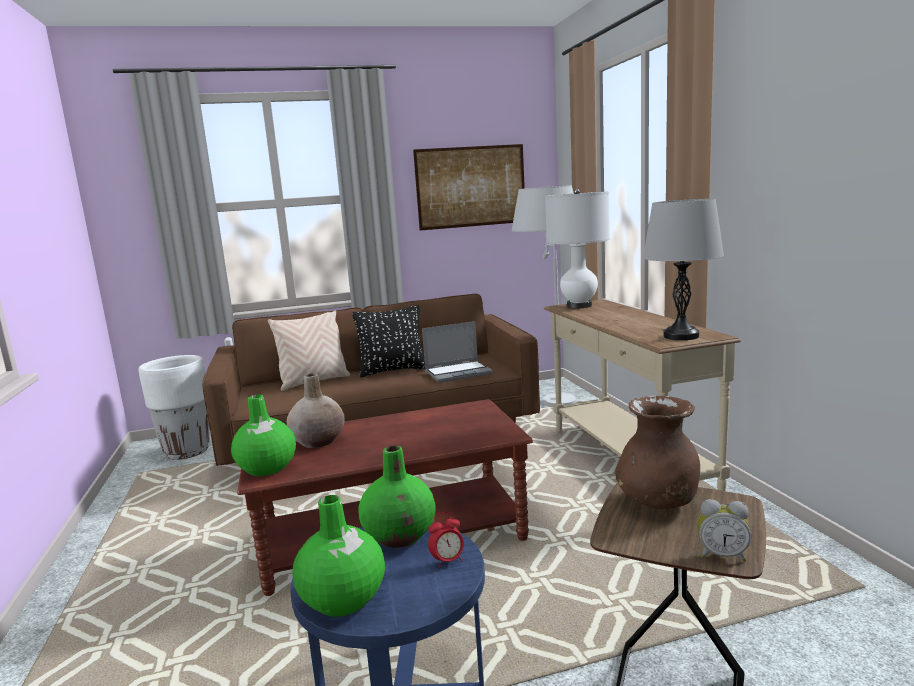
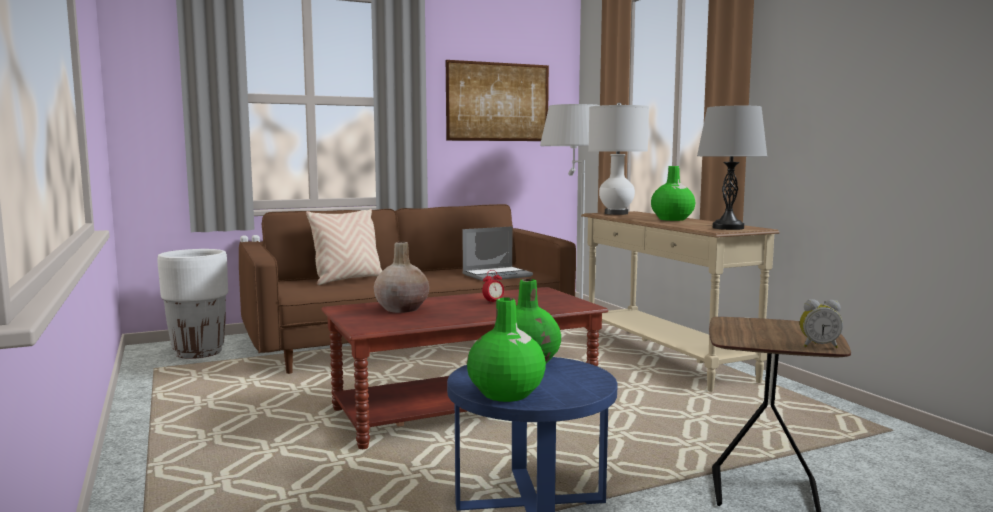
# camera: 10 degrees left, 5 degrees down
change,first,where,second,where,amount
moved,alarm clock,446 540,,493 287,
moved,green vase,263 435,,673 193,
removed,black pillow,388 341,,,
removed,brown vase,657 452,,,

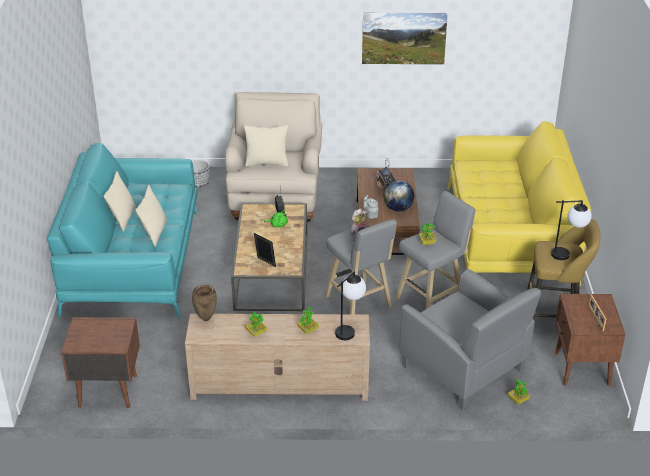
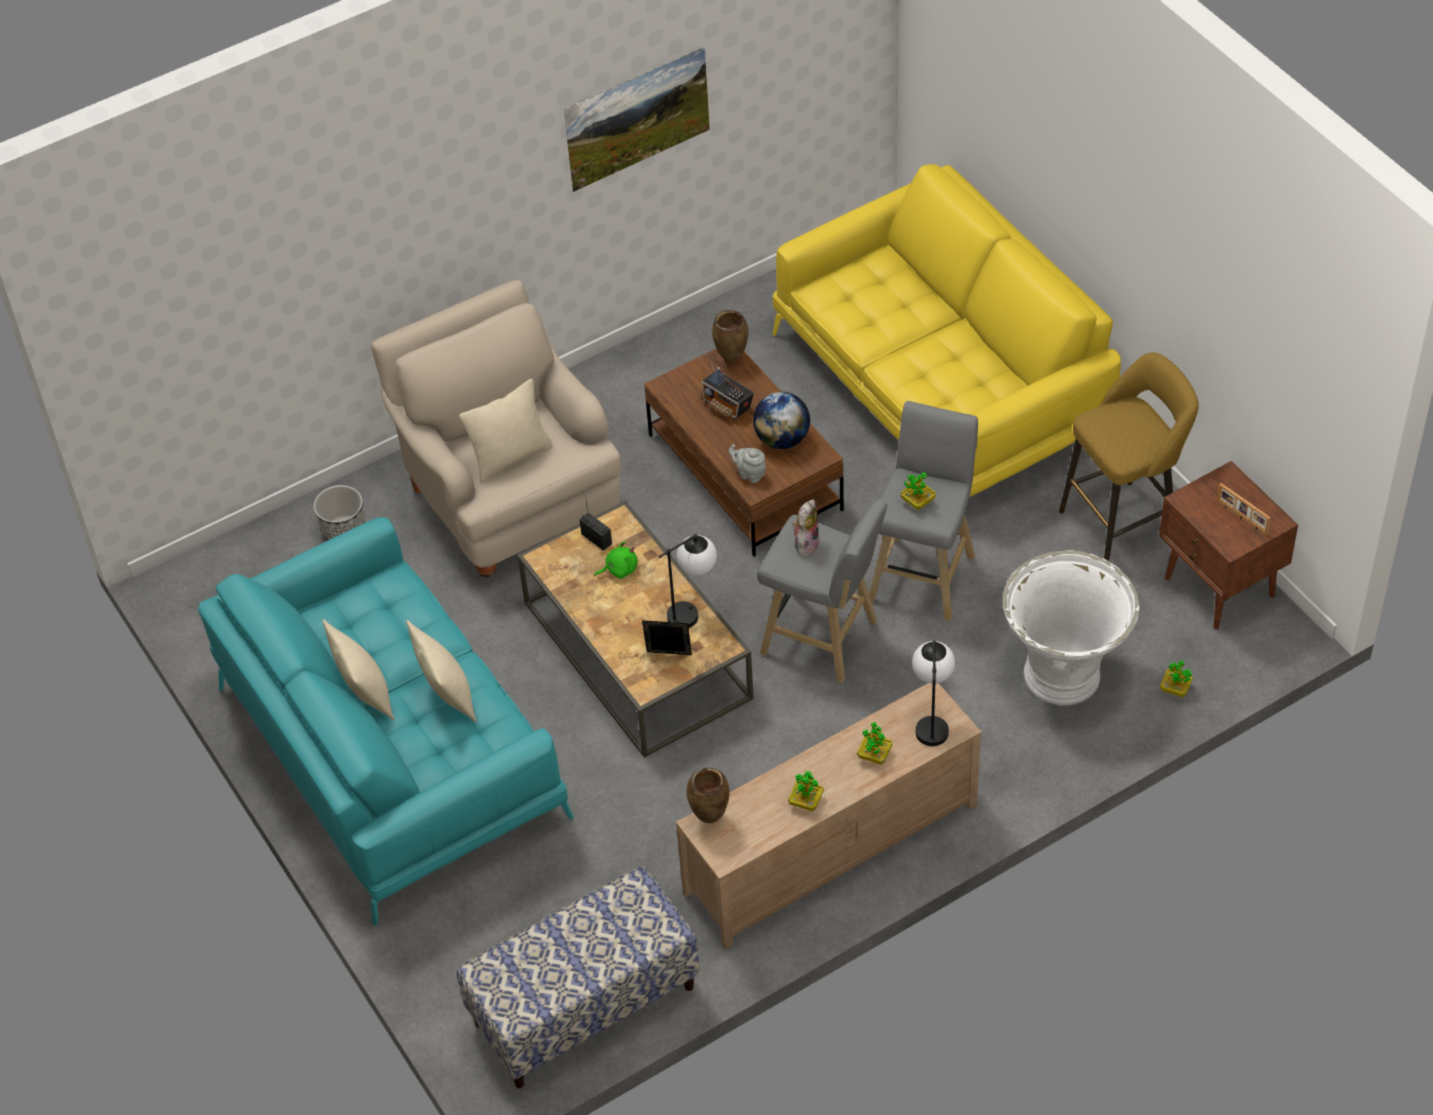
# camera: 30 degrees left, 15 degrees up
change,first,where,second,where,amount
replaced,brown nightstand,100 362,bench,578 977,
moved,table lamp,571 230,,687 581,
added,,,brown vase,730 336,
replaced,grey armchair,470 339,white planter,1071 627,

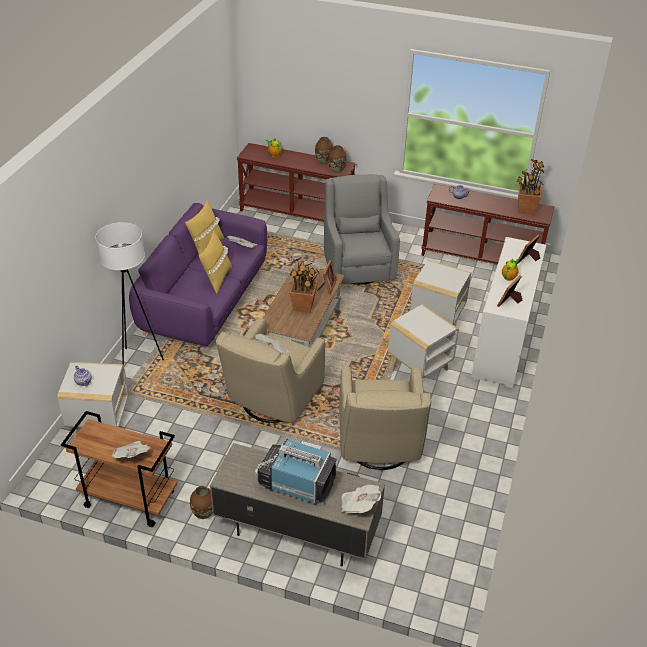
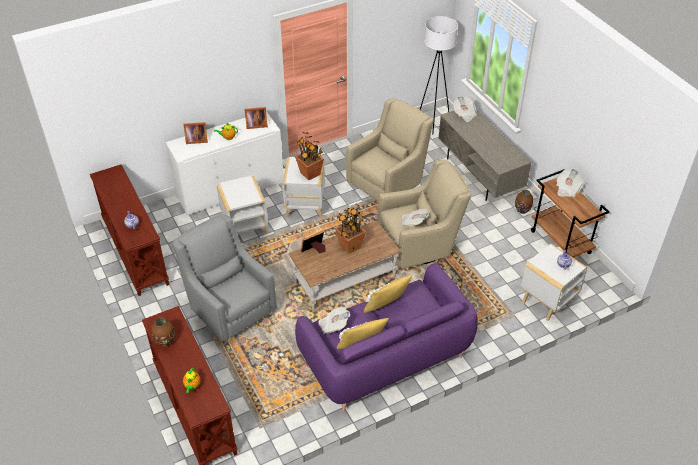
# camera: 135 degrees left, 5 degrees up
change,first,where,second,where,amount
turned,grey armchair,362 229,,225 278,105 degrees clockwise
moved,potted plant,530 186,,309 156,
moved,white floor lamp,129 293,,439 75,
removed,television,296 471,,,
removed,brown vase,337 159,,,

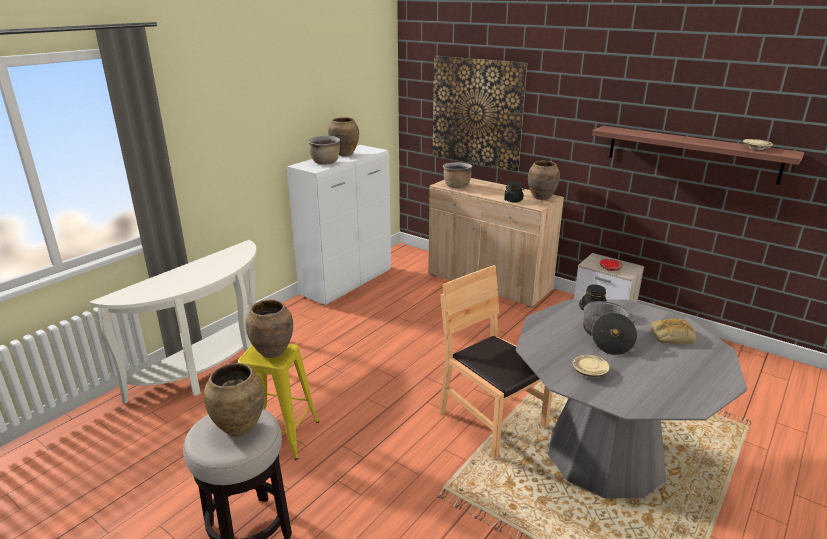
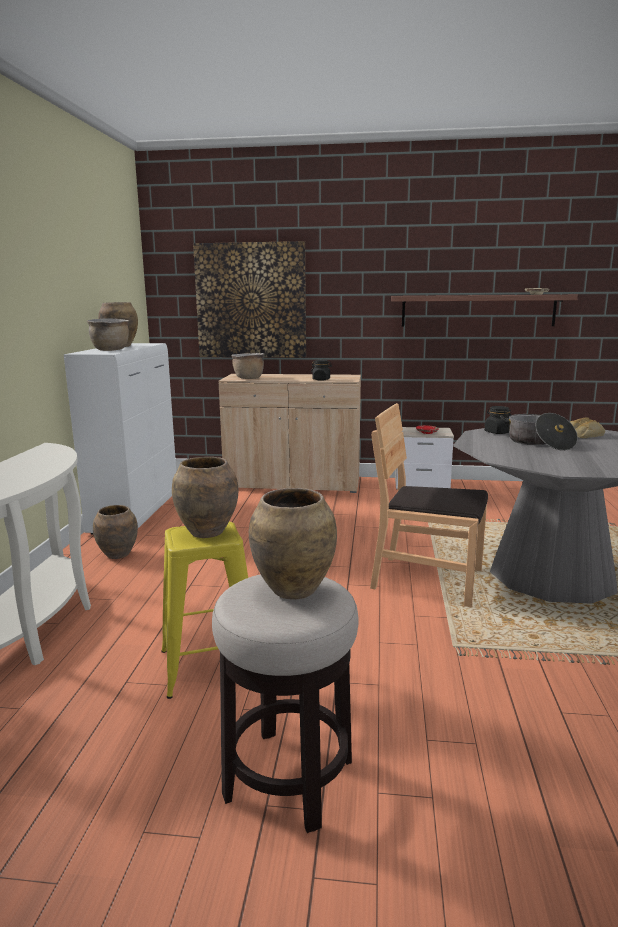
# camera: 30 degrees left, 10 degrees down
change,first,where,second,where,amount
moved,brown vase,544 180,,115 532,
removed,beige plate,591 366,,,

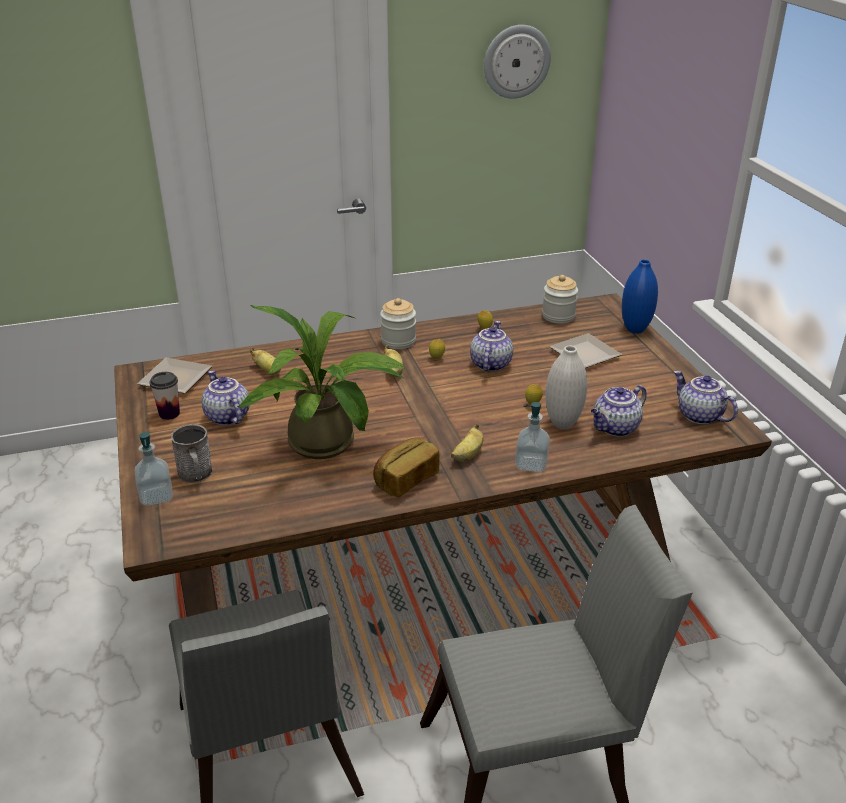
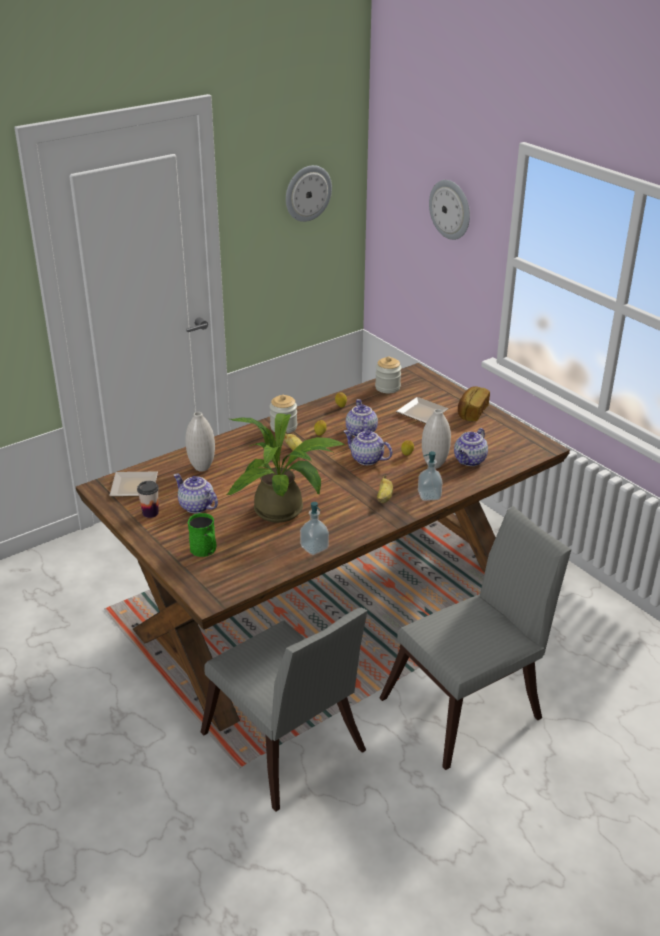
# camera: 20 degrees left, 0 degrees up
change,first,where,second,where,amount
replaced,banana,265 361,white vase,200 442,
recoloured,grey mug,192 453,green mug,202 535,
moved,soap dispenser,154 469,,314 528,
moved,teapot,706 397,,368 447,
added,,,wall clock,449 210,
moved,bread,406 467,,474 403,
removed,blue vase,640 296,,,

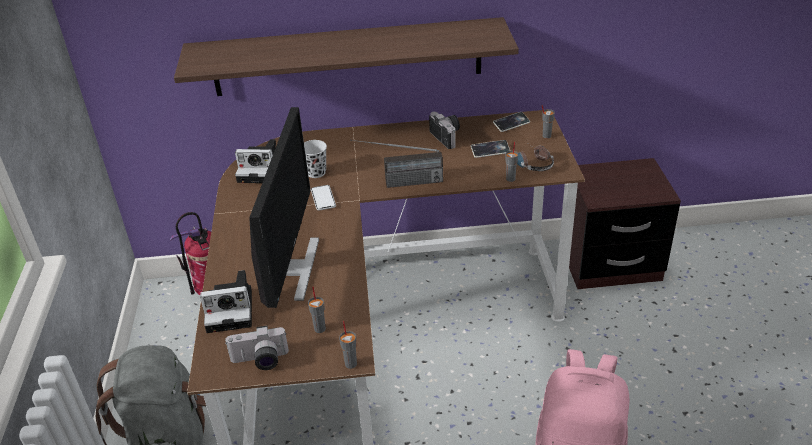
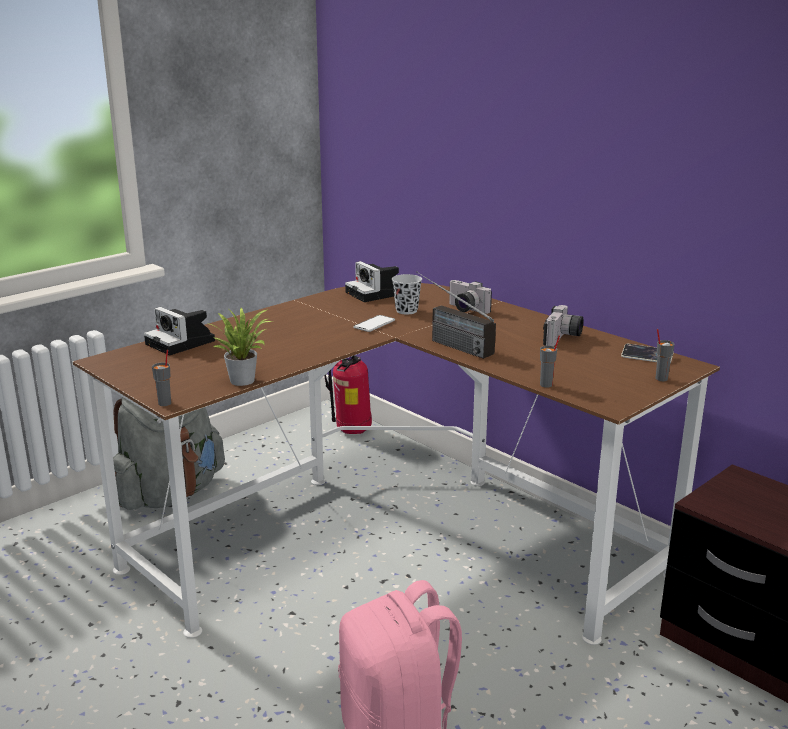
# camera: 50 degrees right, 15 degrees down
change,first,where,second,where,amount
added,,,potted plant,239 347,
moved,photo camera,257 348,,470 297,
removed,shelf,346 56,,,
removed,monitor,284 207,,,
removed,grey cup,317 310,,,
removed,phone,490 149,,,
removed,headphones,535 156,,,

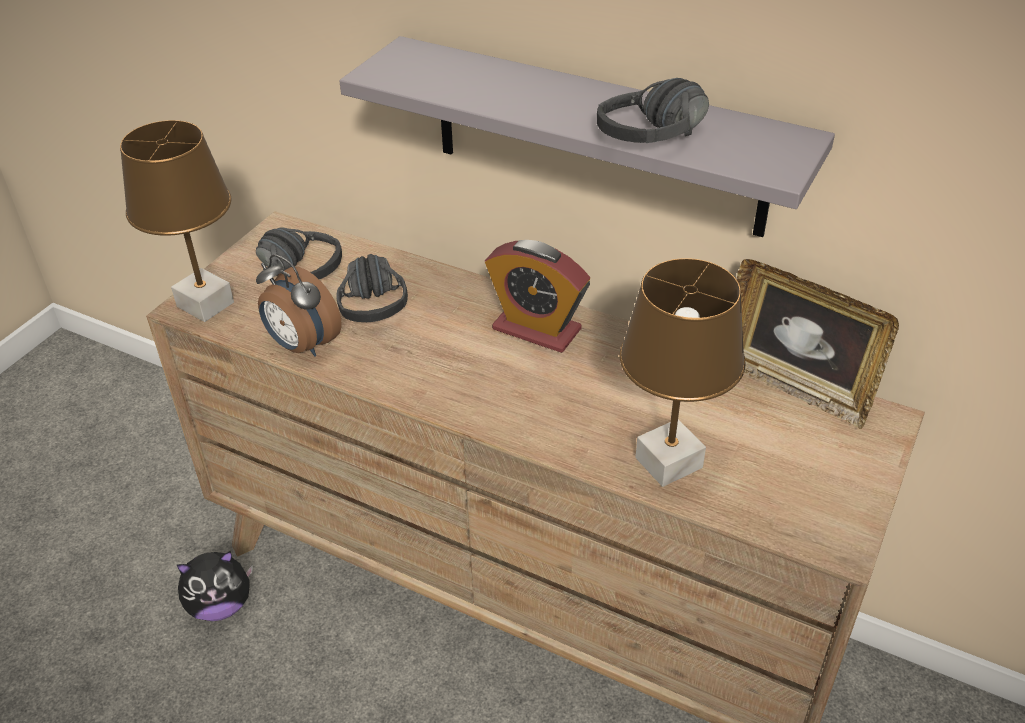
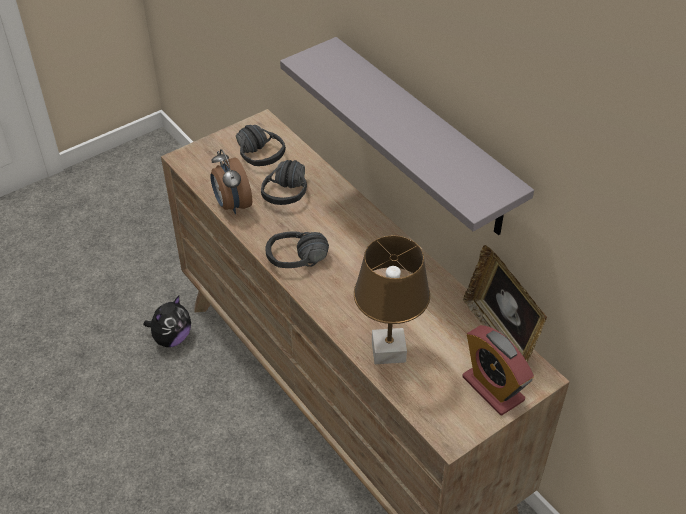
# camera: 25 degrees right, 5 degrees up
change,first,where,second,where,amount
turned,plush toy,215 586,,167 321,60 degrees counterclockwise
moved,black headphones,653 110,,297 250,
moved,alarm clock,537 296,,498 370,
removed,brown table lamp,177 221,,,

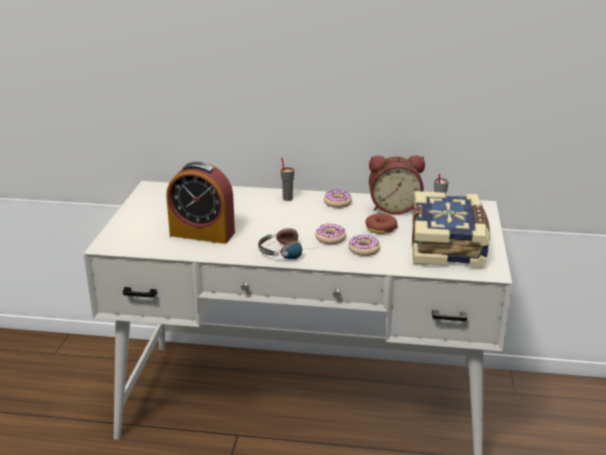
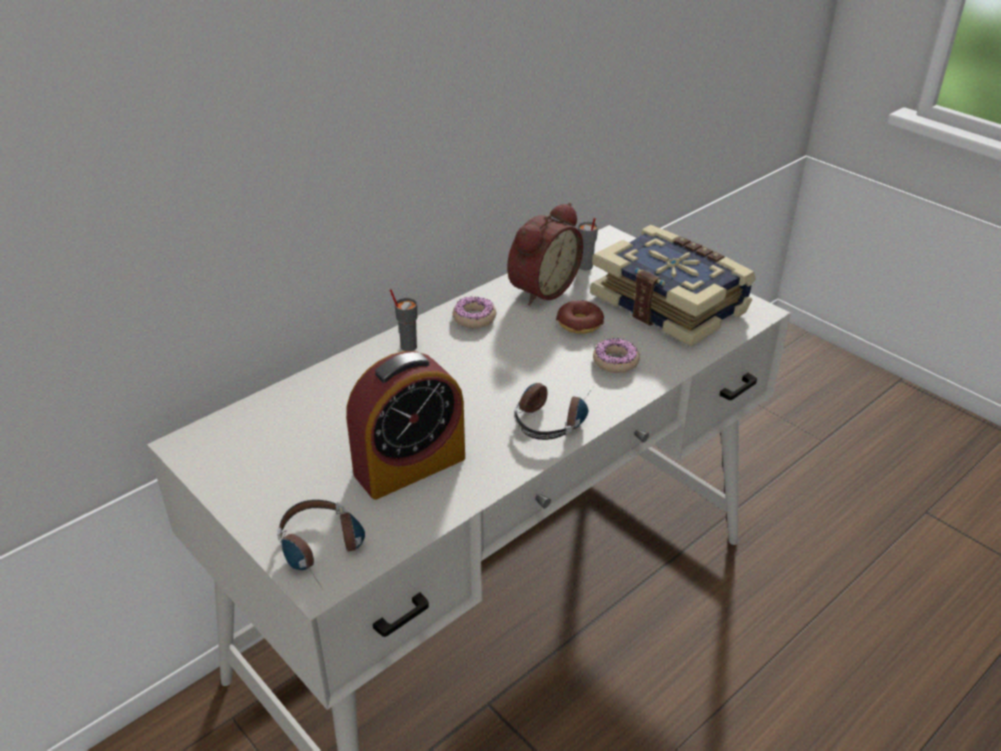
# camera: 50 degrees left, 10 degrees up
change,first,where,second,where,amount
added,,,headphones,321 544,
removed,donut,330 233,,,

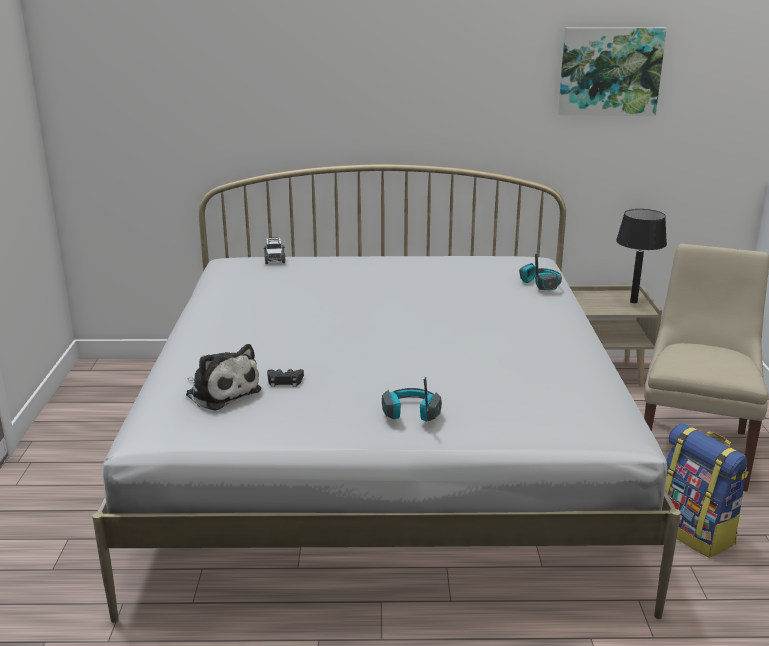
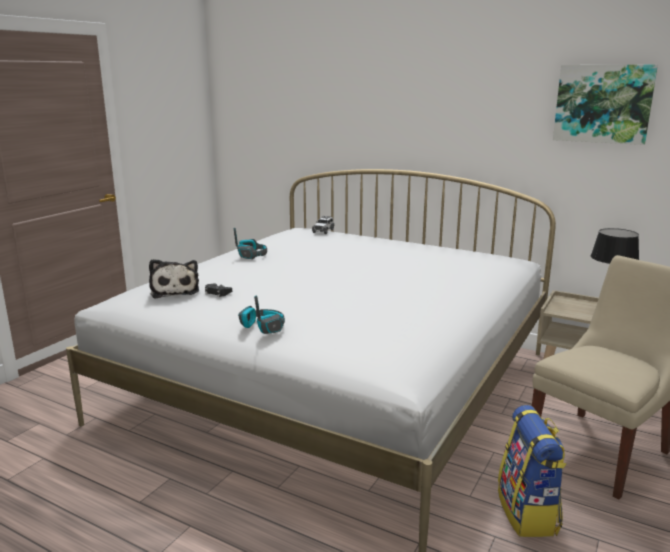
# camera: 30 degrees right, 5 degrees down
change,first,where,second,where,amount
moved,headphones,540 271,,250 243,

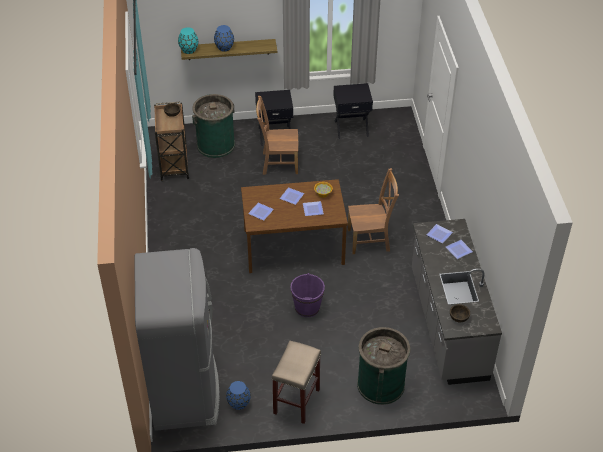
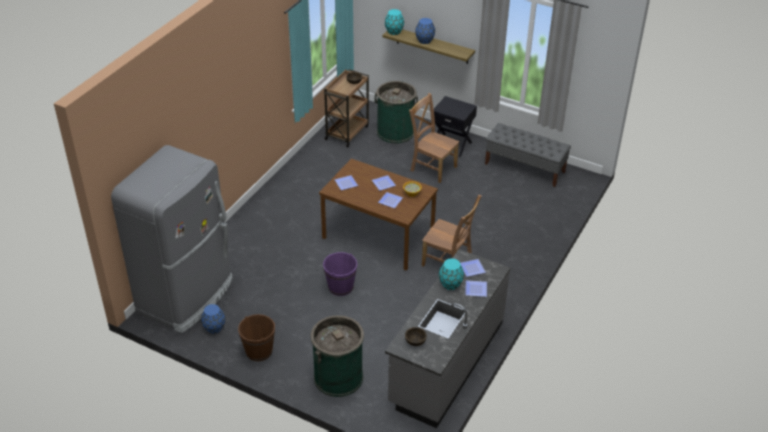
# camera: 35 degrees right, 5 degrees down
change,first,where,second,where,amount
replaced,beige stool,296 382,brown bucket,256 337,
added,,,turquoise vase,451 274,
replaced,black nightstand,353 111,grey bench,528 155,

